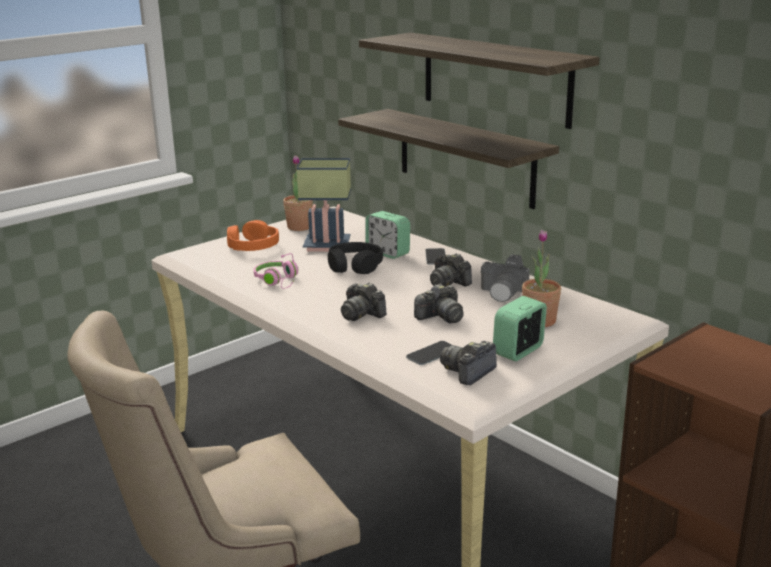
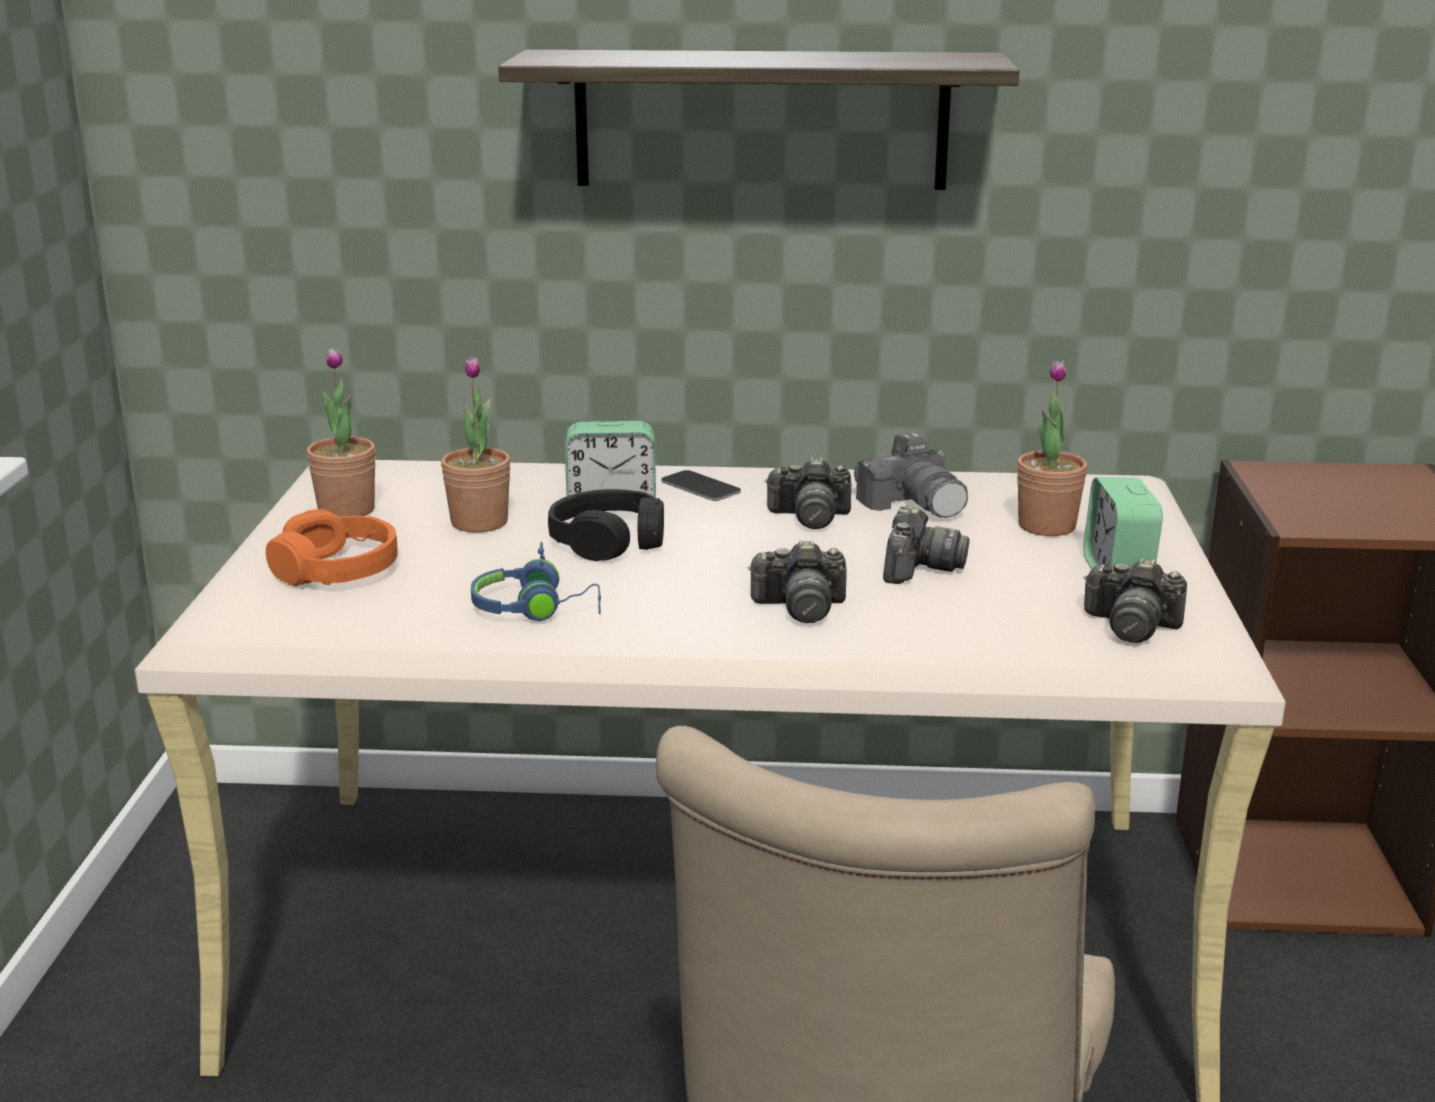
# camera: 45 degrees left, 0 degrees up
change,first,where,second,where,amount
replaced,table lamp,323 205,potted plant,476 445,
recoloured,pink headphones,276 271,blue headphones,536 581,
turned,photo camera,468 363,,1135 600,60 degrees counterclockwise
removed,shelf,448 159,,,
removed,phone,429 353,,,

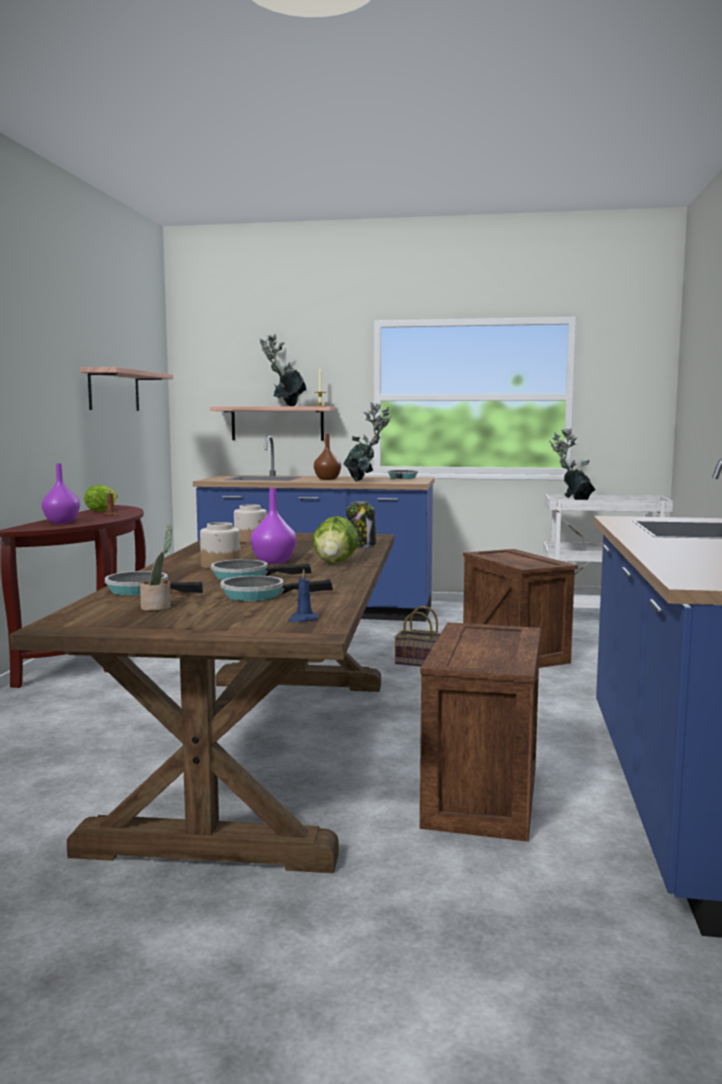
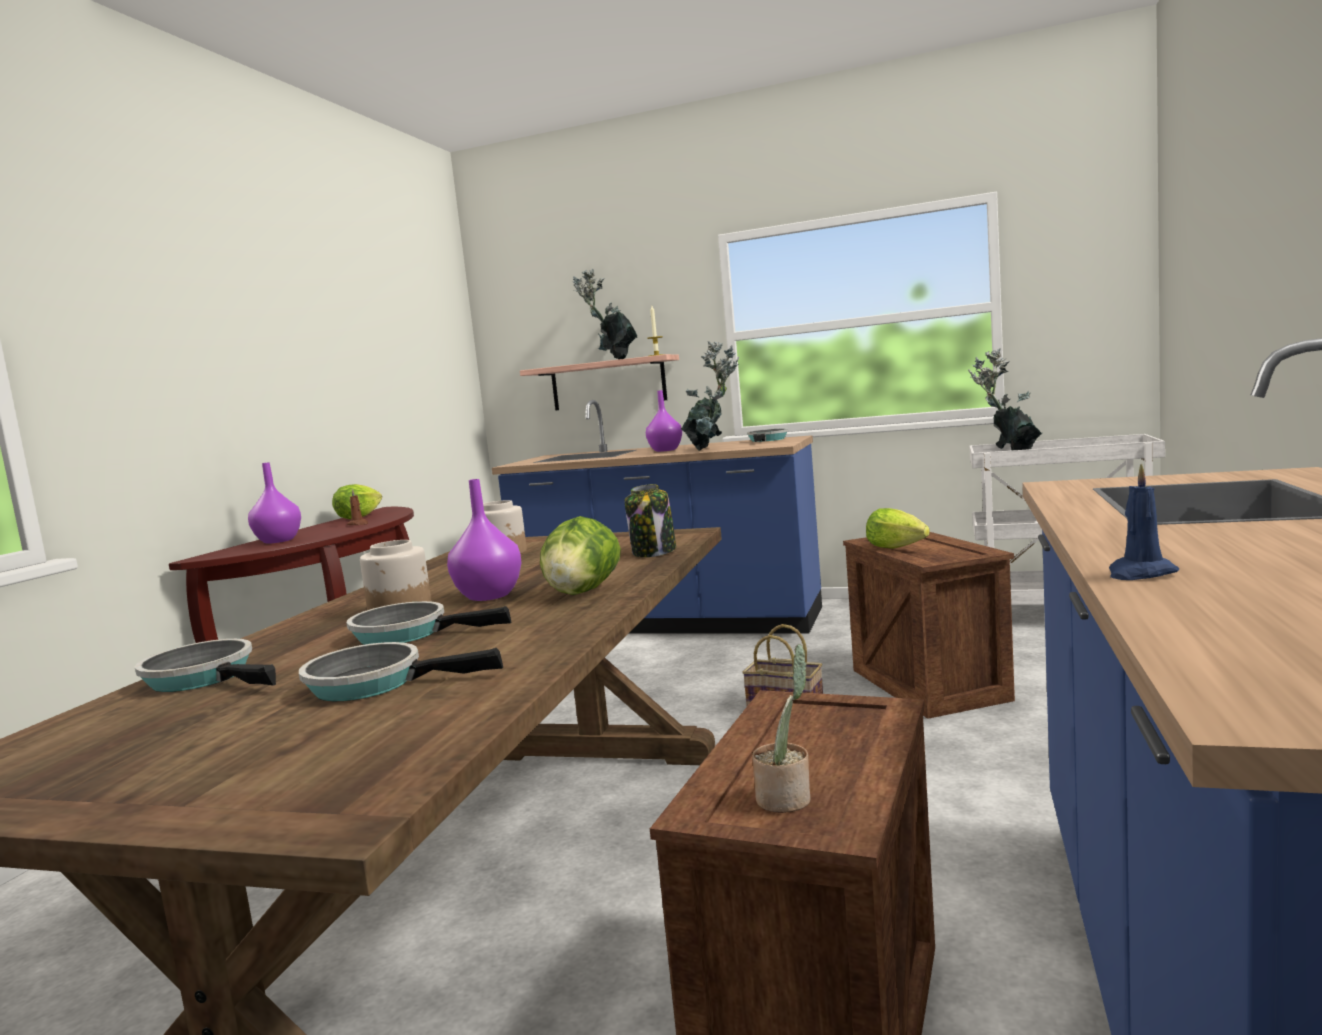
# camera: 10 degrees right, 0 degrees up
change,first,where,second,where,amount
recoloured,brown vase,327 457,purple vase,664 421,
moved,potted plant,156 568,,781 728,
added,,,lettuce,898 528,
moved,blue candle,303 596,,1144 522,
removed,shelf,127 389,,,

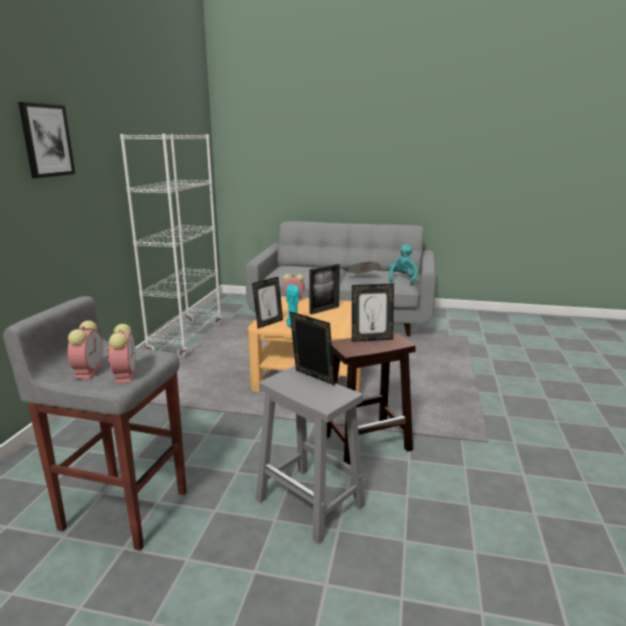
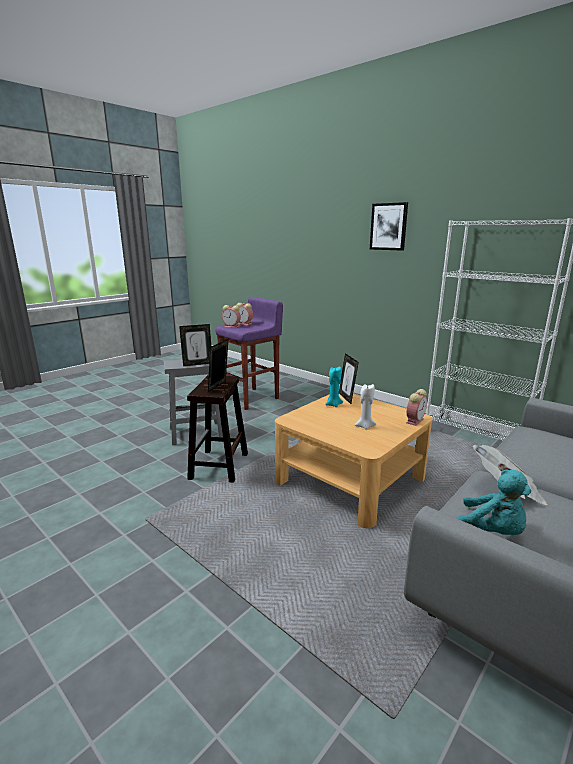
# camera: 120 degrees right, 0 degrees up
change,first,where,second,where,amount
recoloured,grey stool,95 423,purple stool,249 353,
replaced,picture frame,324 289,white candle,365 407,

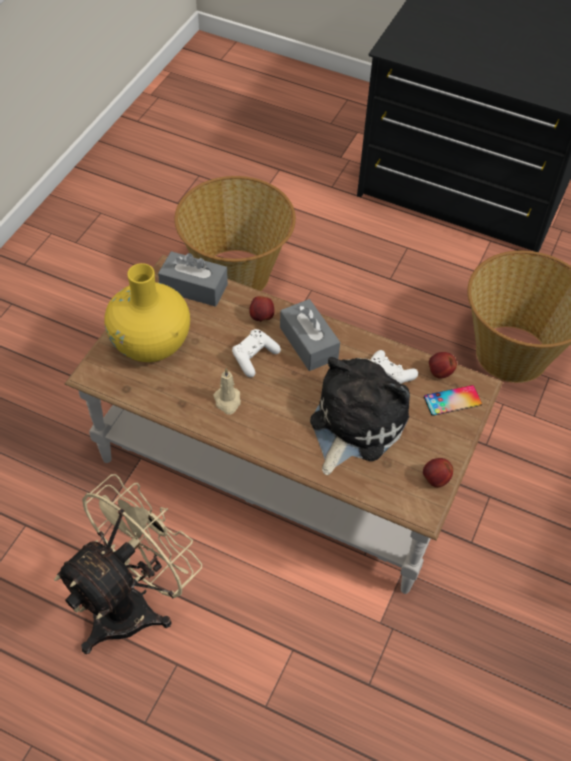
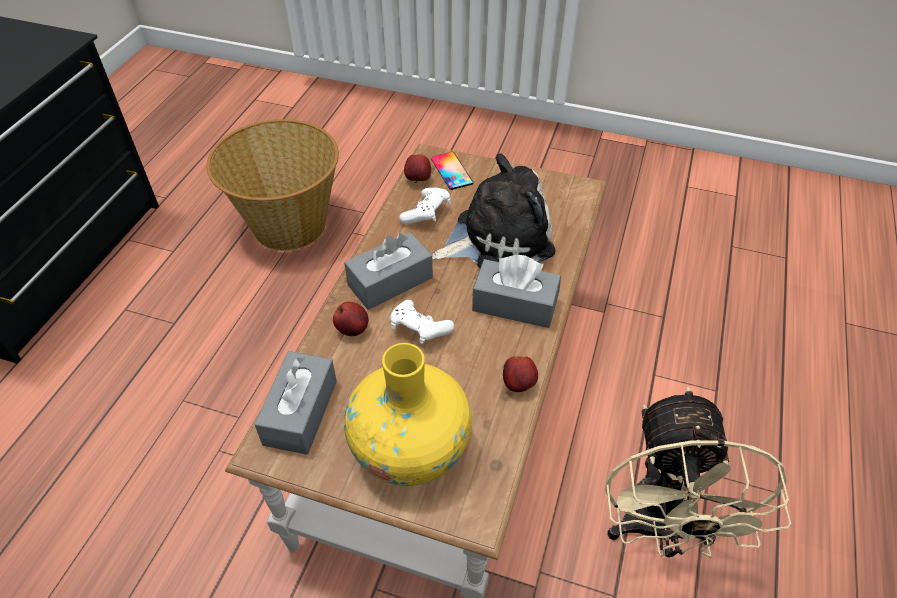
# camera: 95 degrees left, 5 degrees down
change,first,where,second,where,amount
turned,plush toy,360 416,,494 210,135 degrees clockwise
added,,,grey tissue box,516 291,
moved,apple,438 473,,520 374,
turned,beige fan,128 564,,698 472,120 degrees counterclockwise
removed,basket,235 233,,,
removed,beige candle,227 391,,,

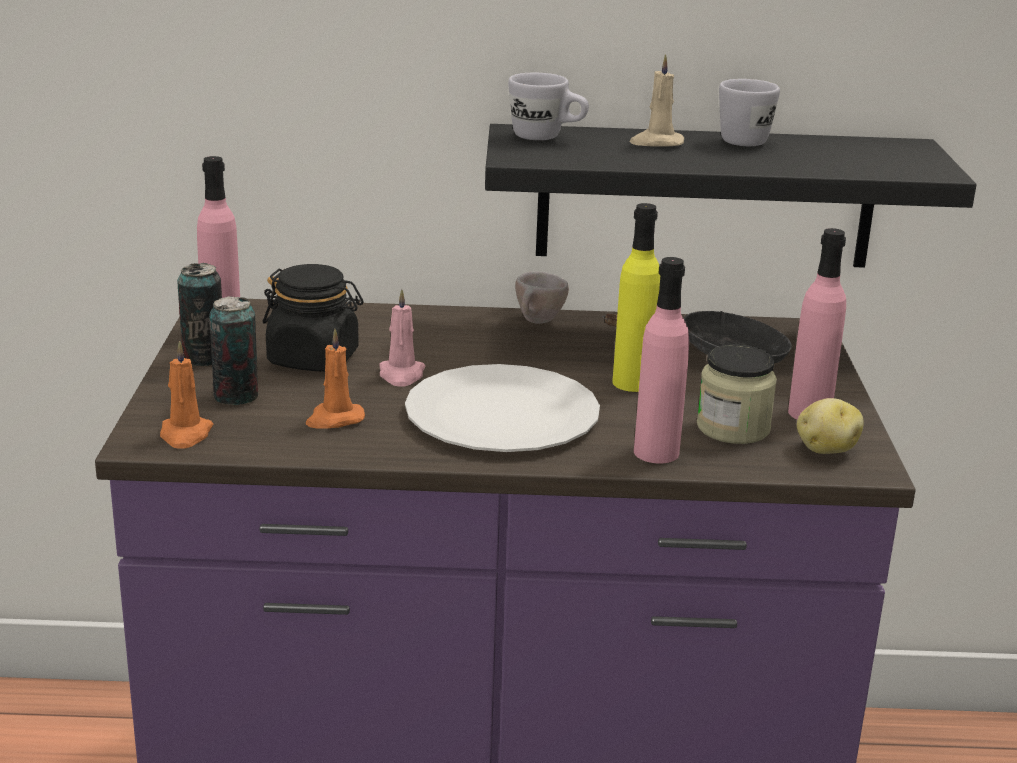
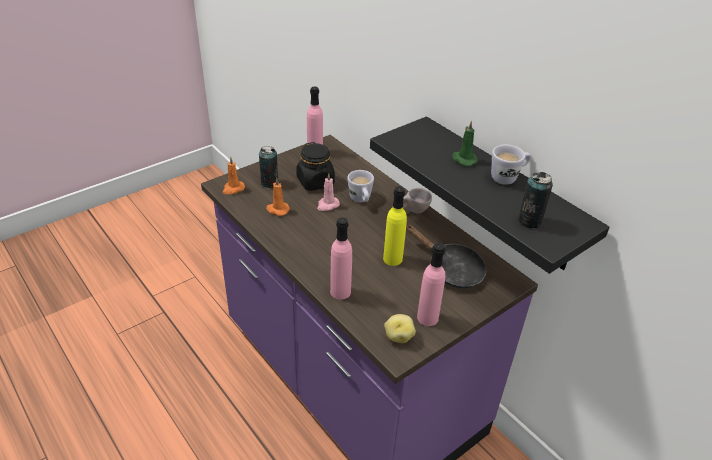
# camera: 50 degrees right, 15 degrees up
change,first,where,second,where,amount
moved,white mug,548 106,,360 186,
recoloured,beige candle,656 100,green candle,465 143,
moved,can,199 314,,535 200,
removed,white plate,502 408,,,
removed,jar,737 394,,,

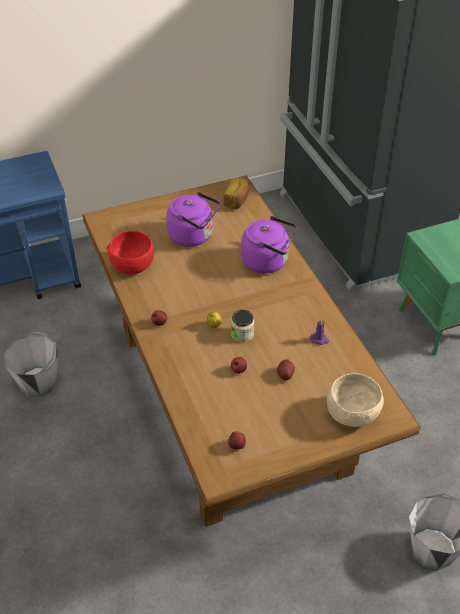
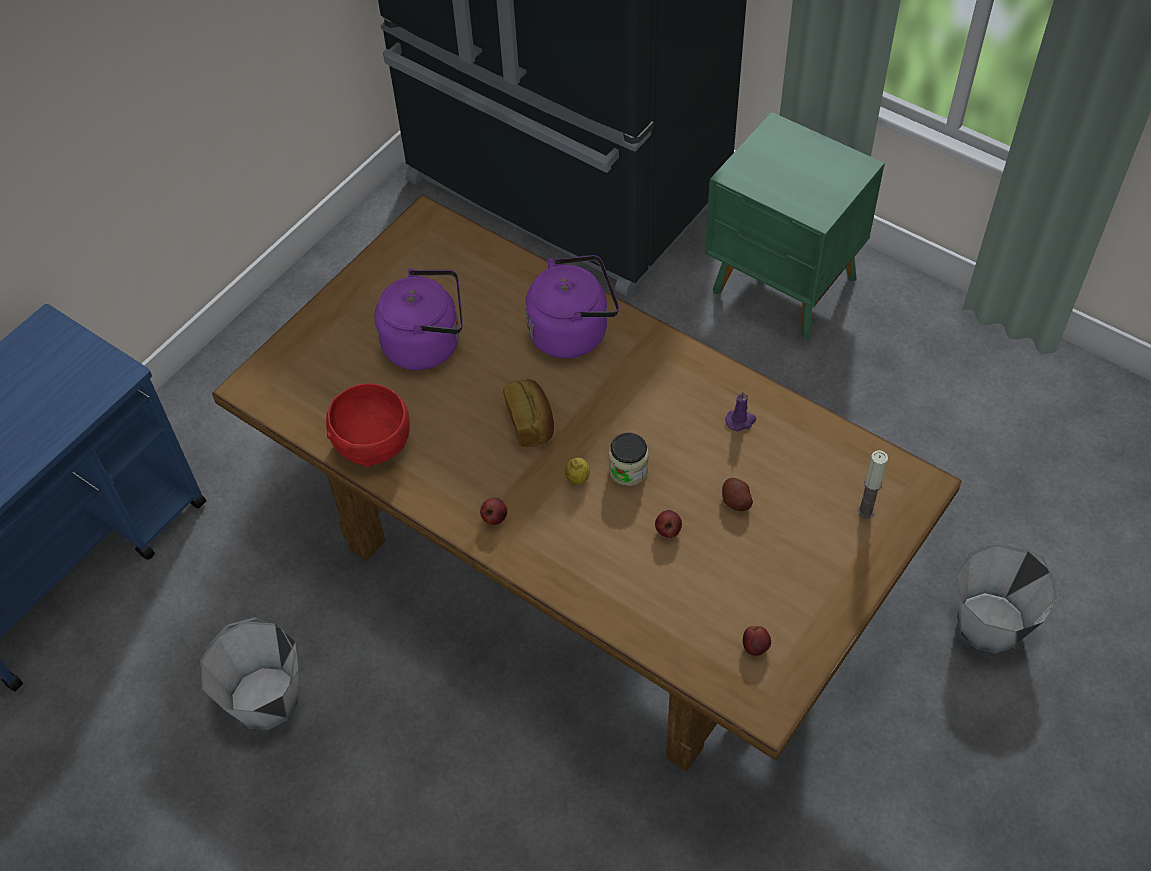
# camera: 30 degrees left, 10 degrees up
change,first,where,second,where,amount
moved,bread,236 193,,528 413,
replaced,beige bowl,355 400,candle,872 484,

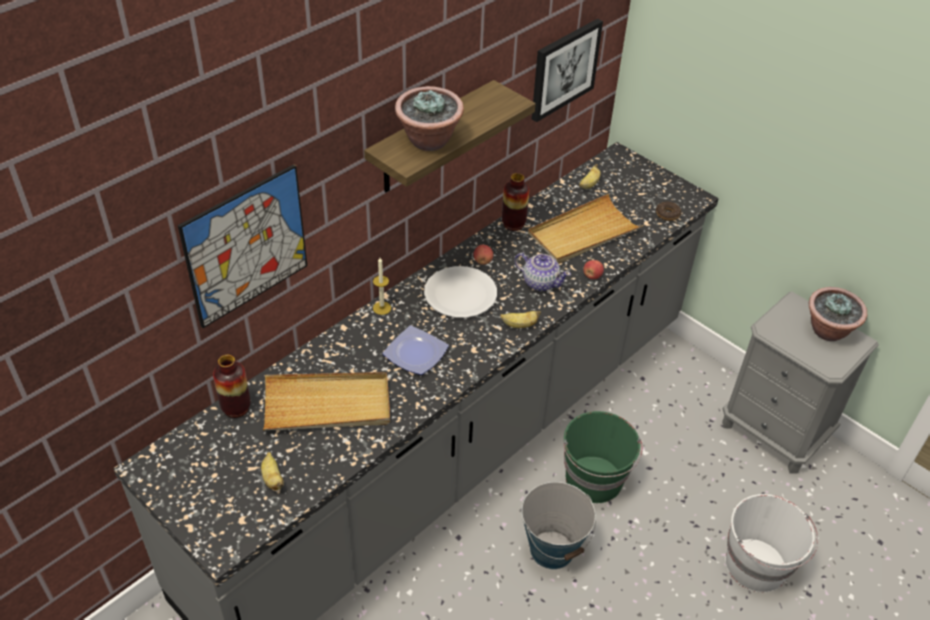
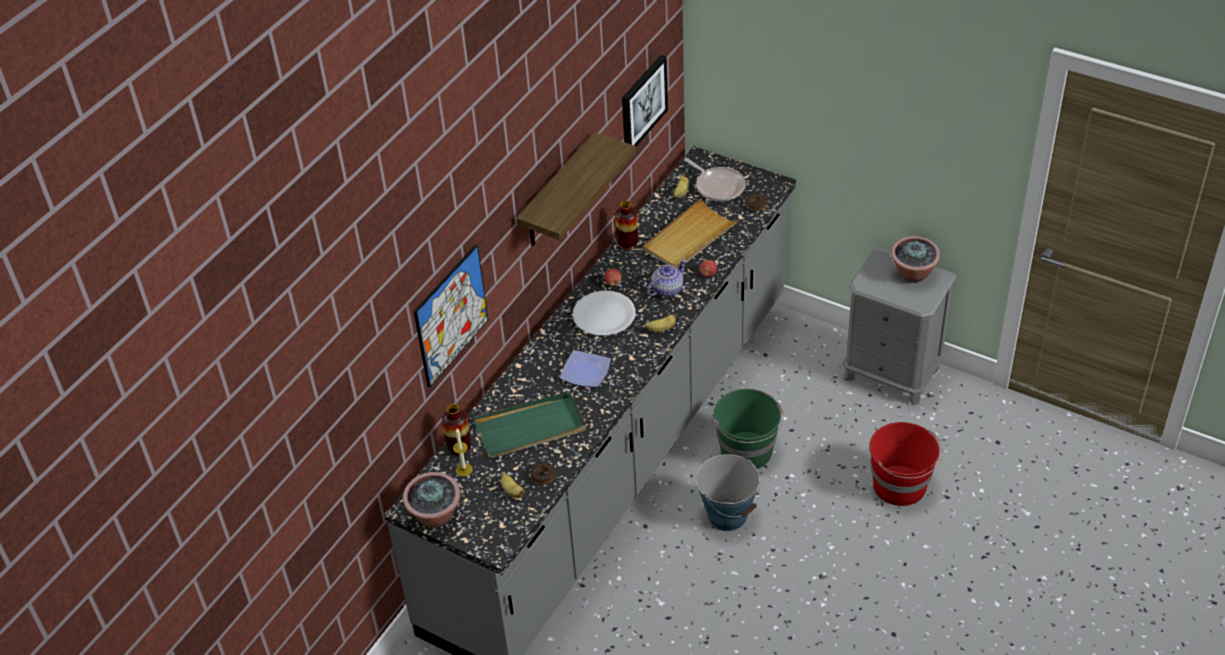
# camera: 10 degrees left, 0 degrees up
change,first,where,second,where,amount
moved,potted plant,429 118,,432 500,
moved,candle,382 286,,463 453,
recoloured,beige tray,326 401,green tray,530 425,
added,,,donut,543 473,
turned,teapot,543 272,,667 278,60 degrees counterclockwise
added,,,frying pan,715 179,
recoloured,white bucket,771 543,red bucket,906 464,

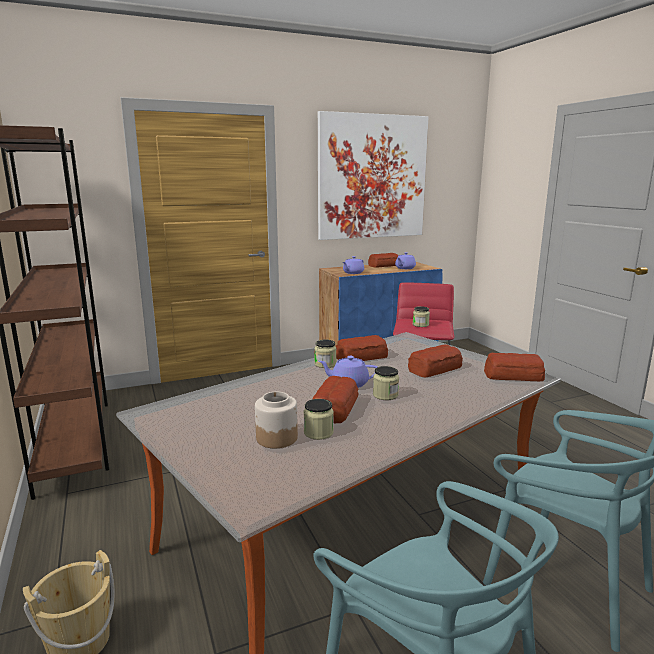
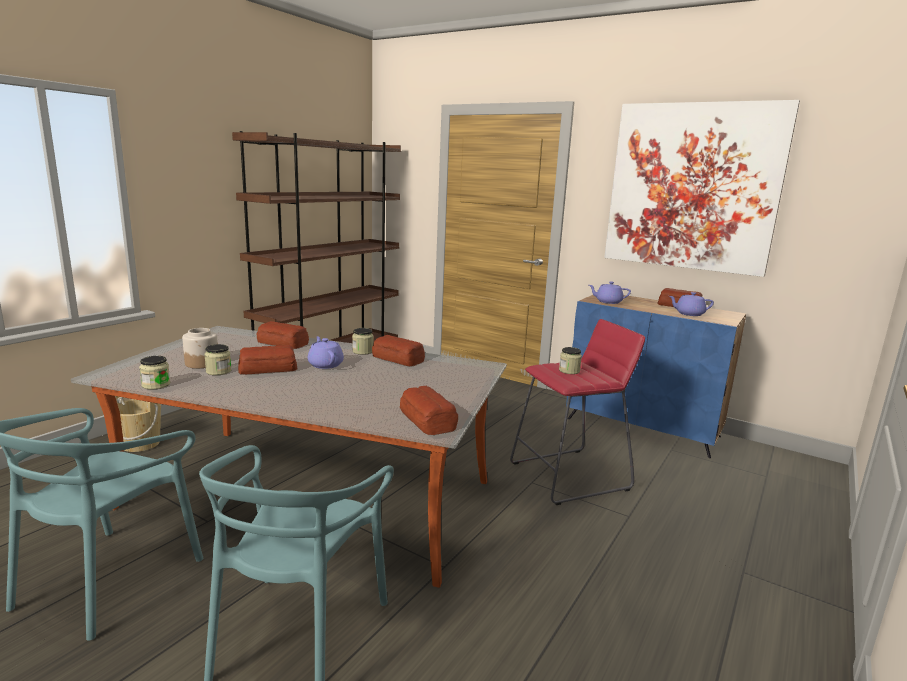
# camera: 55 degrees right, 0 degrees up
change,first,where,second,where,amount
moved,jar,386 383,,155 373,
moved,bread,435 360,,282 335,

